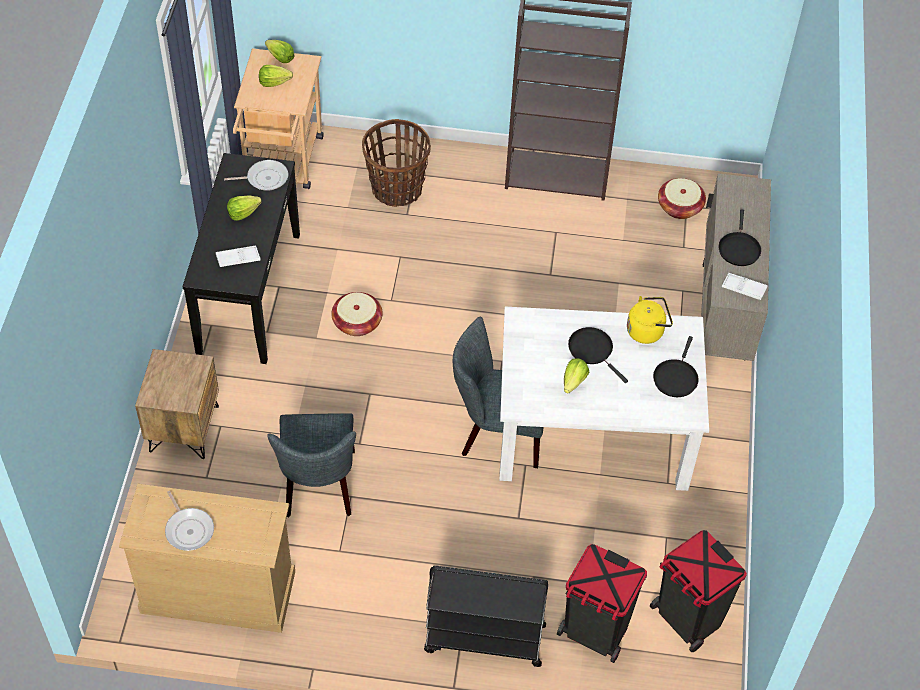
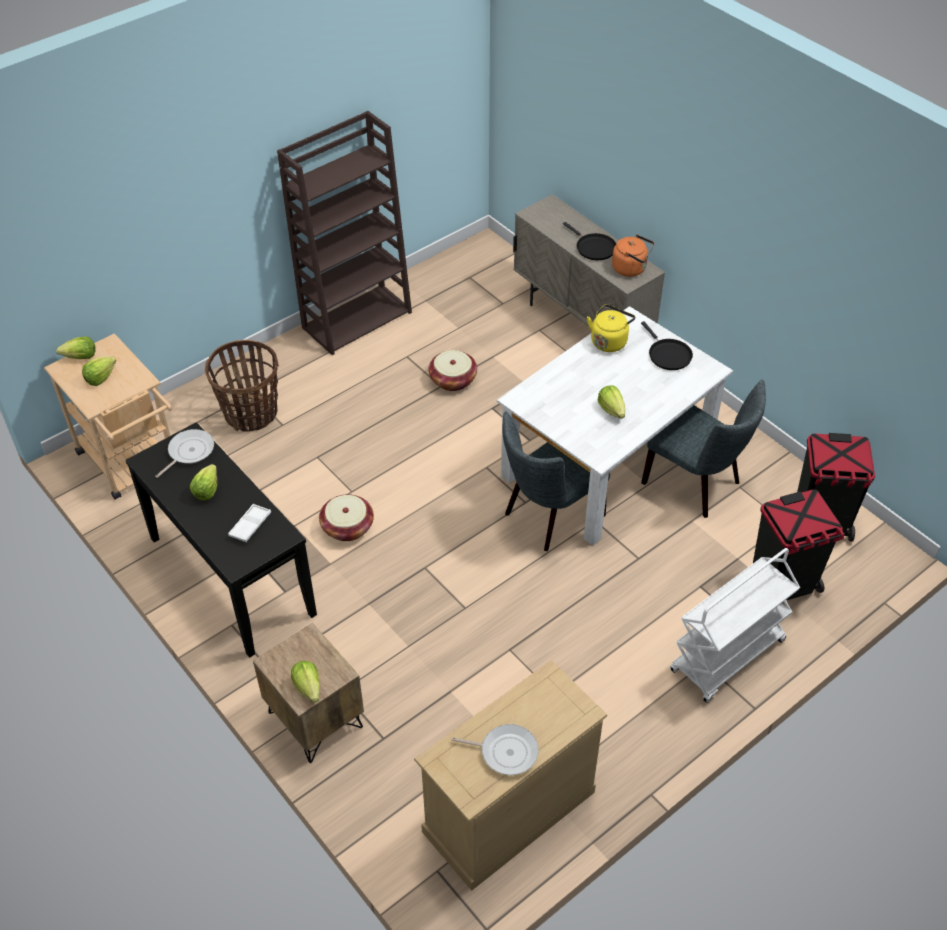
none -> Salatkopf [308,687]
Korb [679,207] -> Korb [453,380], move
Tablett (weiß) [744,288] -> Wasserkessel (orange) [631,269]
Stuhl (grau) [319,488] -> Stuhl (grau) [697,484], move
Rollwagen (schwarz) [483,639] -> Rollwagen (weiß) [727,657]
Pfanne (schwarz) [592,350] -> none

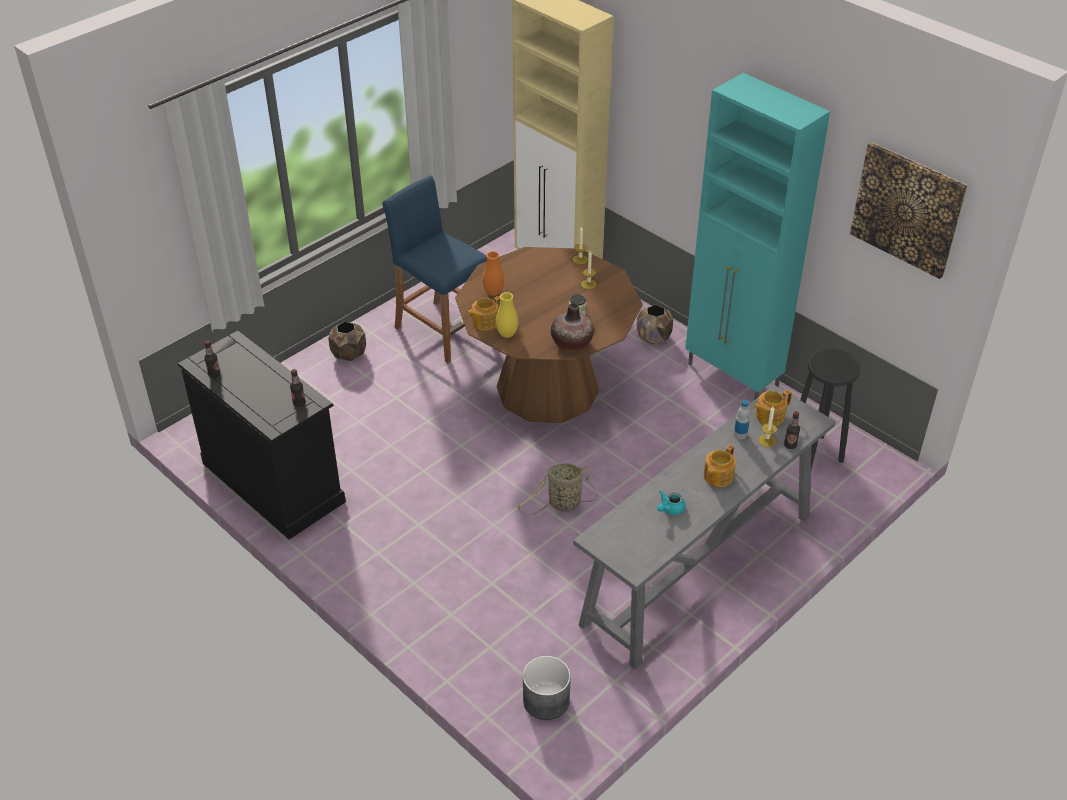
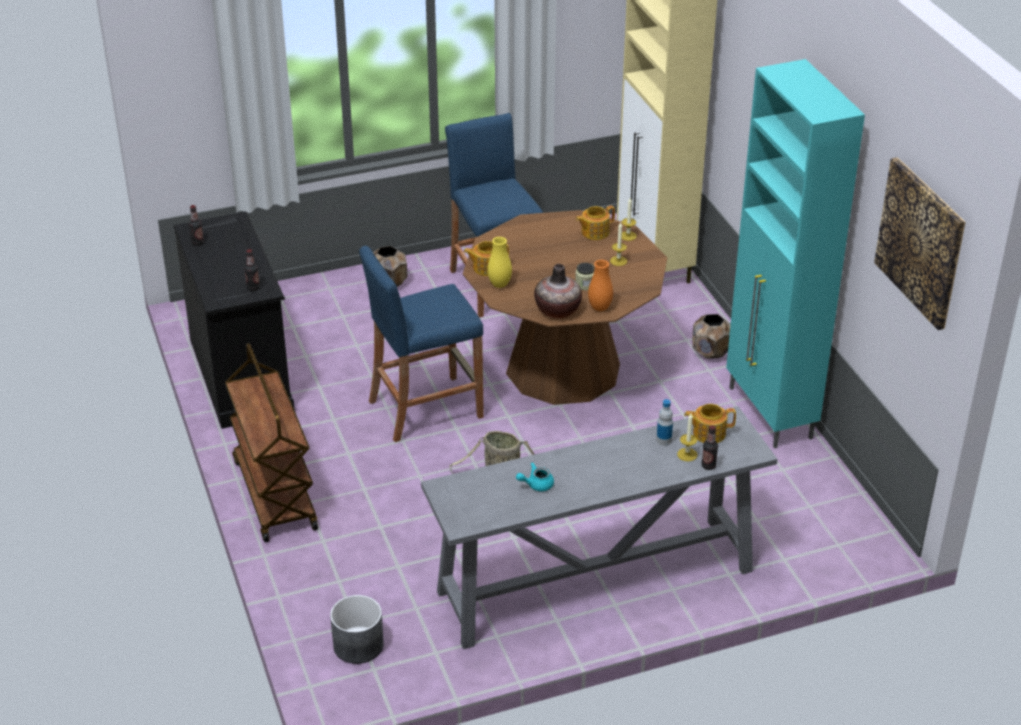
none -> Rollwagen (braun) [274,494]
none -> Hocker (blau) [425,408]
Teekanne [717,476] -> Teekanne [594,232], move
Vase (orange) [493,293] -> Vase (orange) [600,308], move
Hocker (schwarz) [815,453] -> none

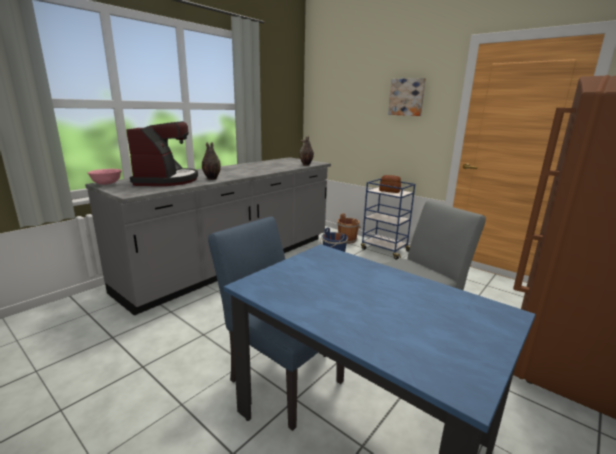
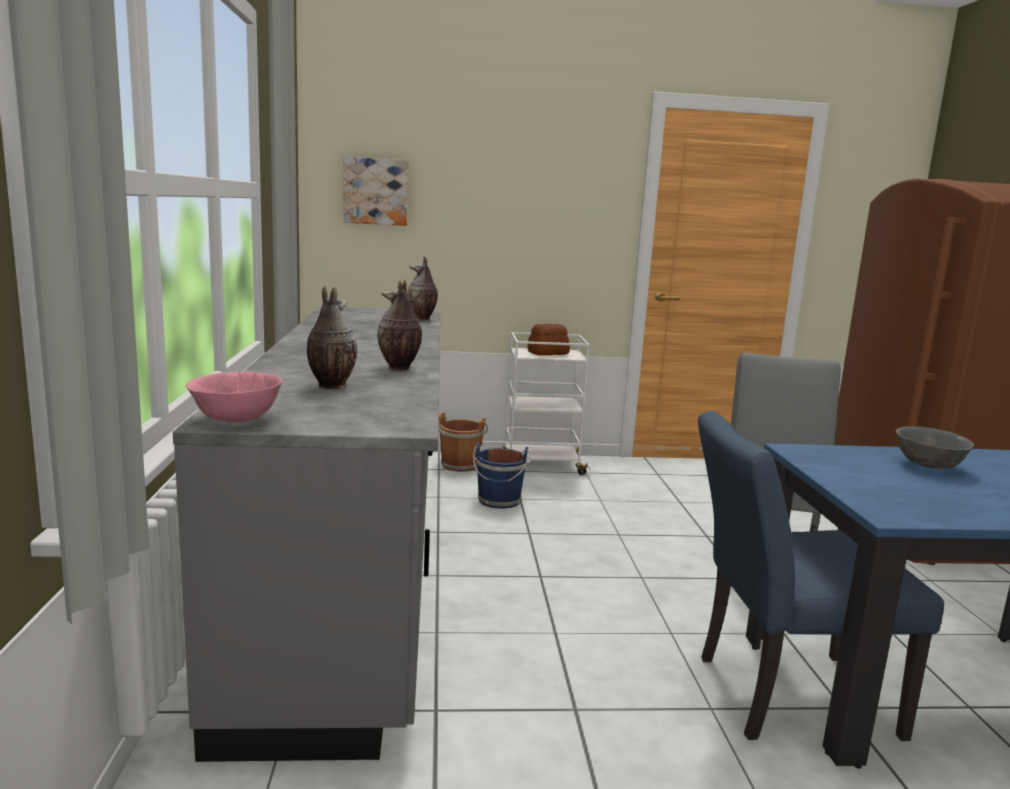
Kaffeemaschine [167,180] -> Vase [330,386]
Bild [407,97] -> Bild [376,191], move
Rollwagen (blau) [384,250] -> Rollwagen (weiß) [541,465]
none -> Schüssel (grau) [929,466]

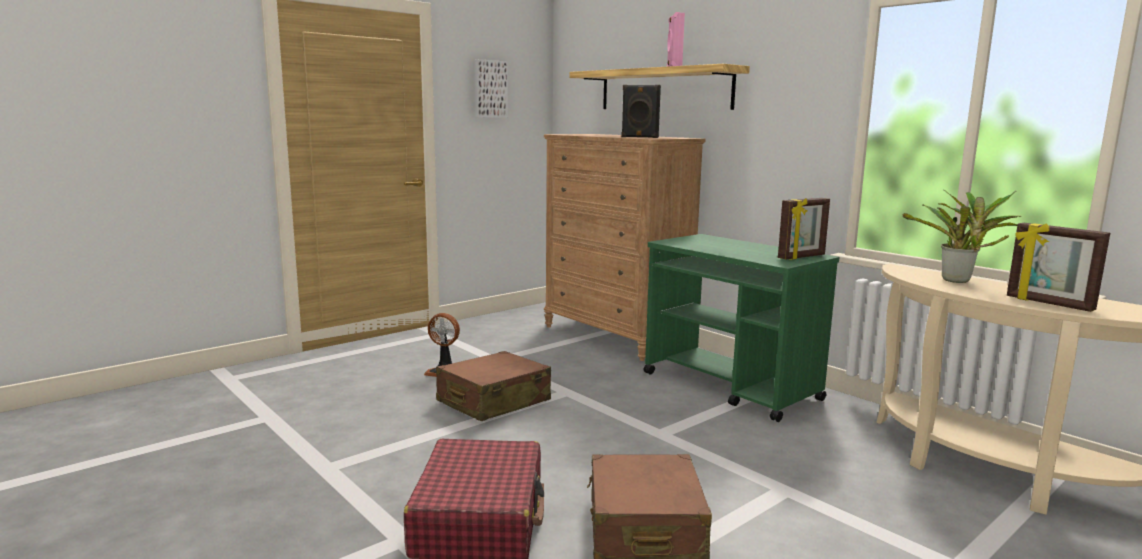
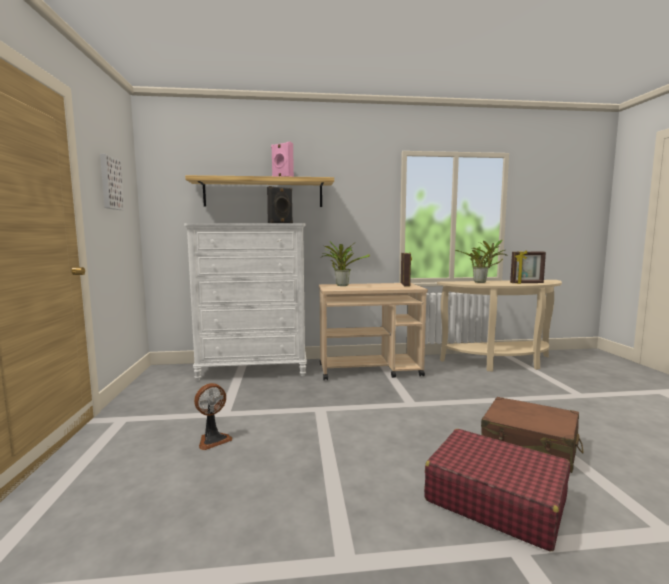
Kommode (braun) [615,336] -> Kommode (weiß) [253,369]
Rollwagen (grün) [731,387] -> Rollwagen (beige) [370,370]
none -> Topfpflanze [341,285]
Koffer (braun) [493,402] -> none

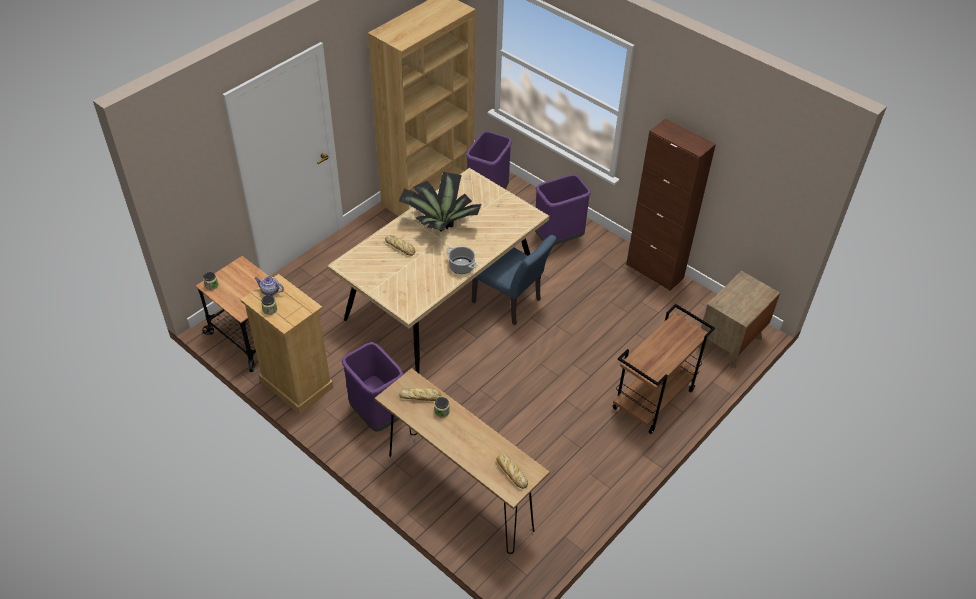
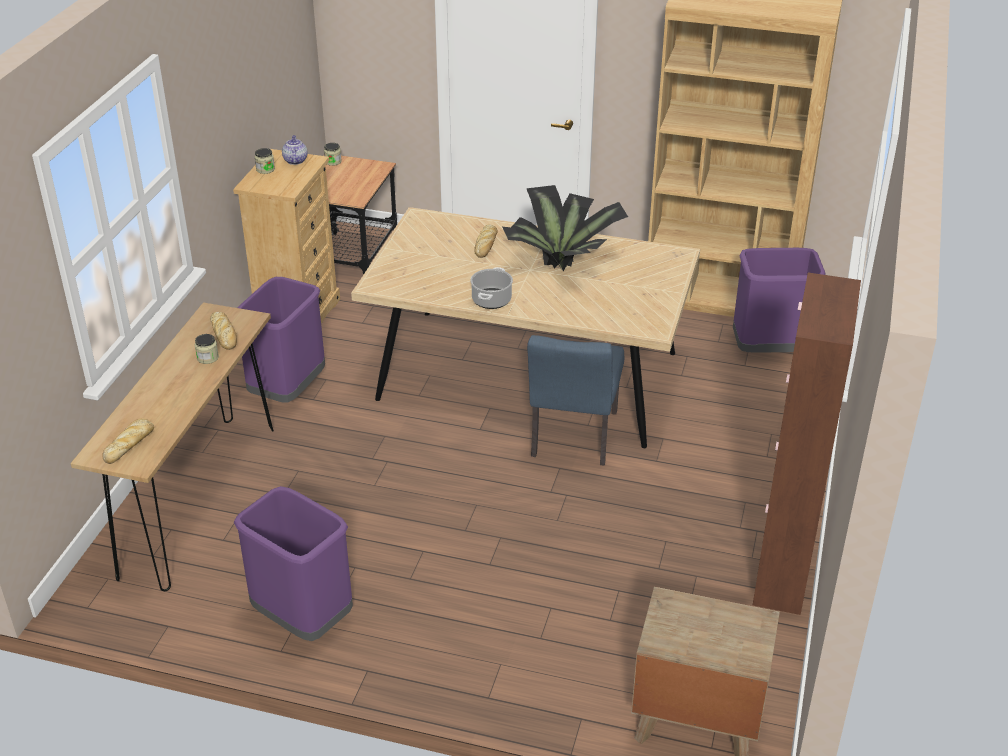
Mülleimer (lila) [558,238] -> Mülleimer (lila) [302,618], move
Rollwagen (braun) [653,400] -> none

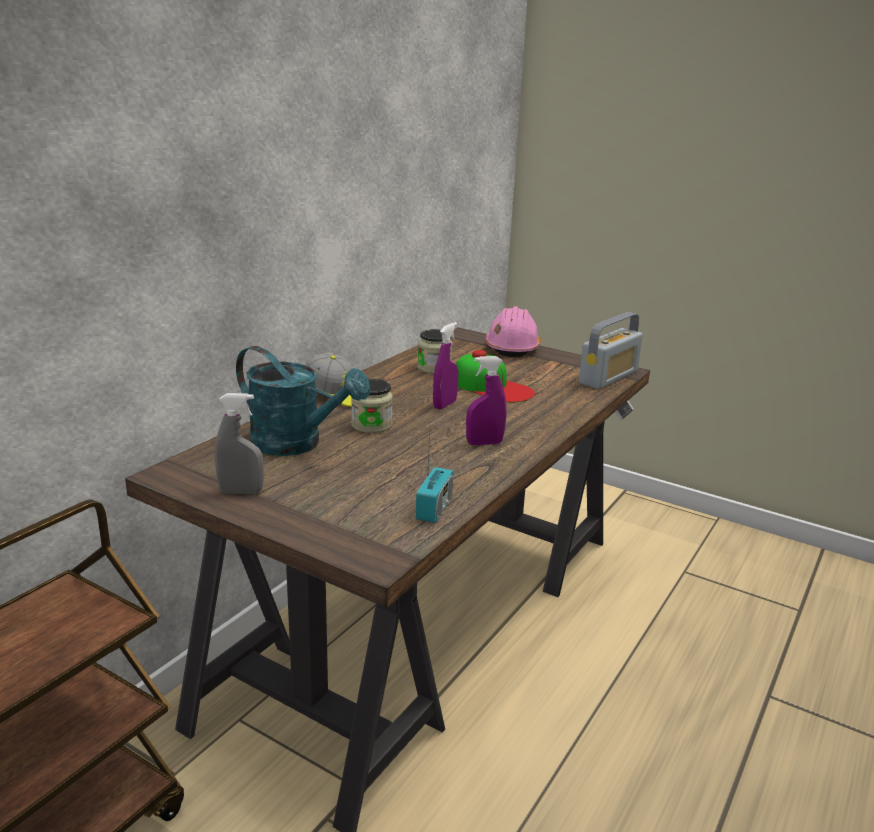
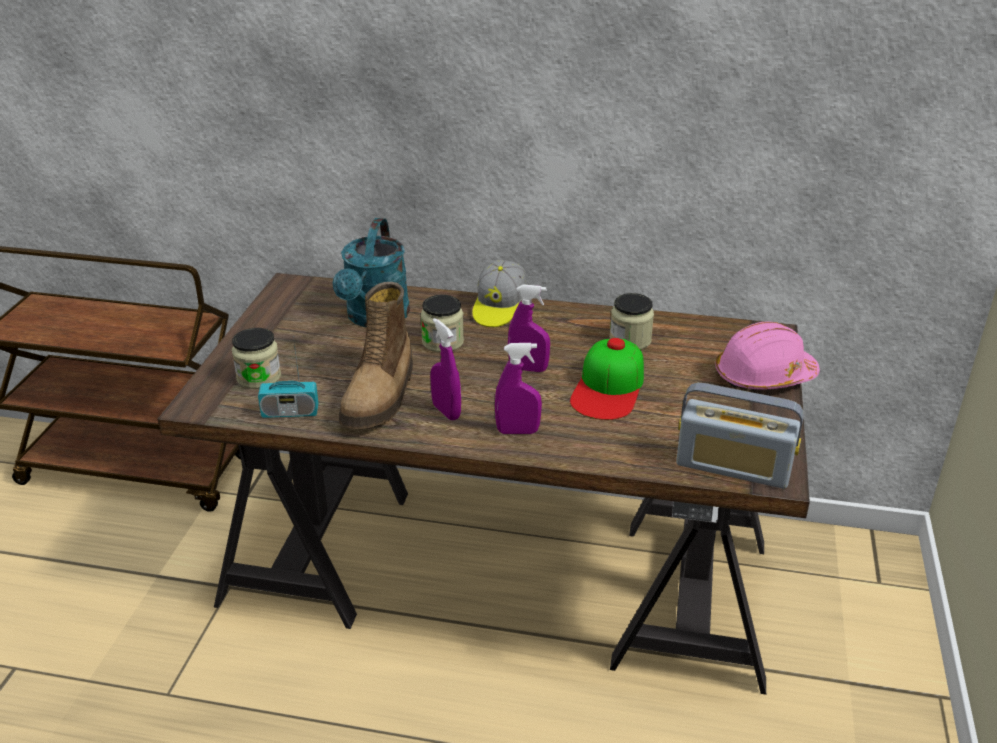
none -> Vorratsglas [259,377]
none -> Stiefel [381,396]
none -> Sprühflasche (lila) [517,431]
Sprühflasche (grau) [241,492] -> none

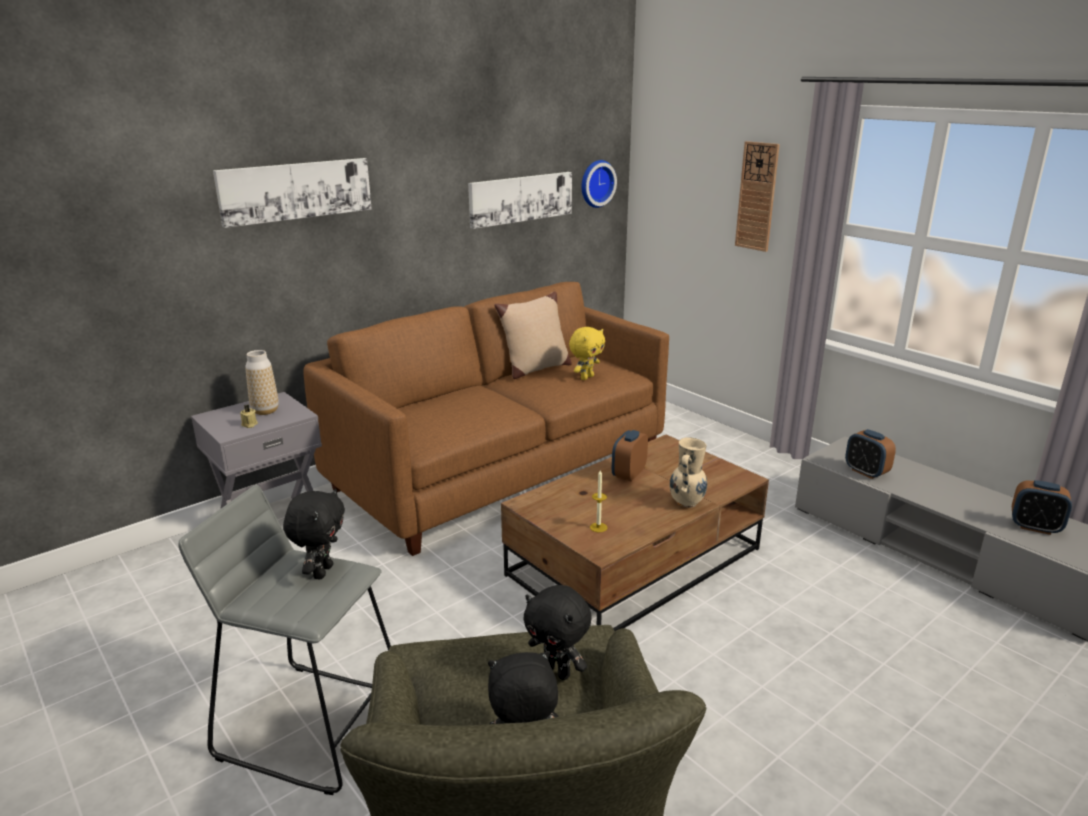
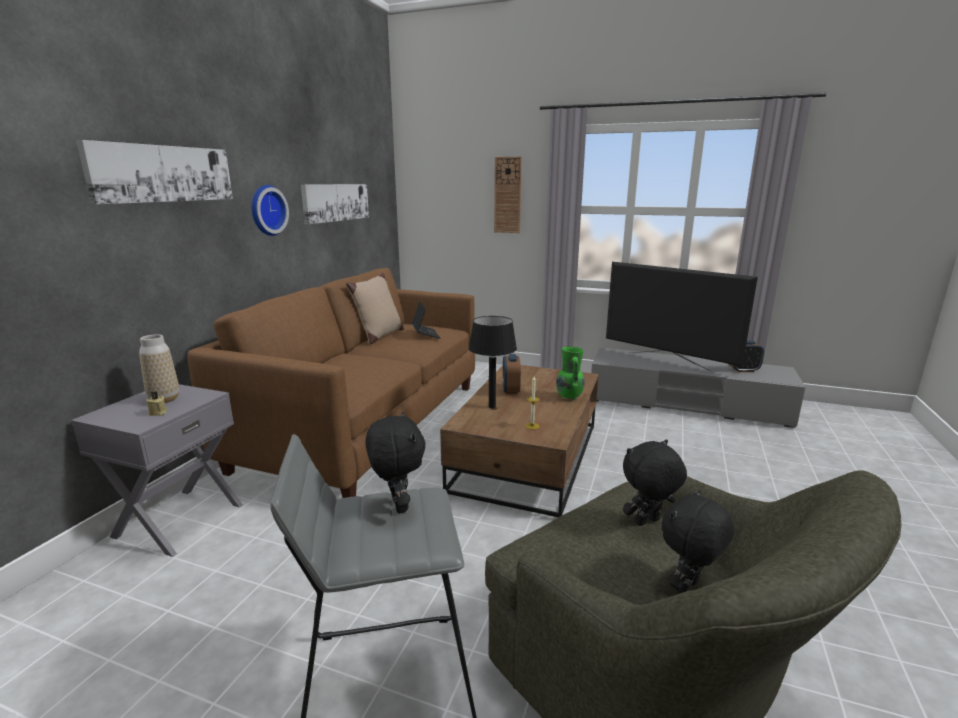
Wanduhr [595,183] -> Wanduhr [266,210], move
Plüschtier (gelb) [586,377] -> Laptop [425,334]
none -> Tischlampe (schwarz) [491,406]
Vase (beige) [687,502] -> Vase (grün) [569,397]
none -> Fernseher [667,361]
Plüschtier (schwarz) [557,672] -> Plüschtier (schwarz) [647,522], 150 degrees clockwise
Wecker [866,472] -> none

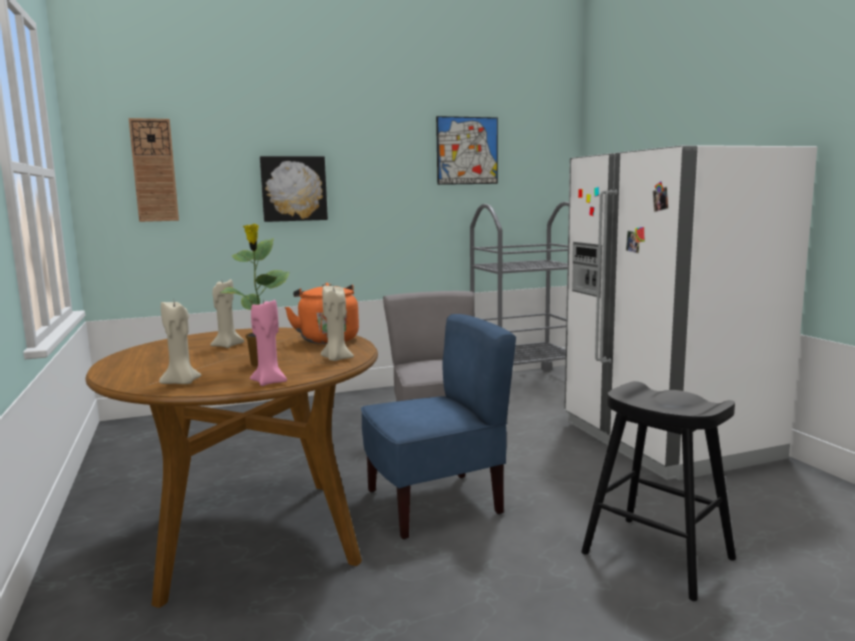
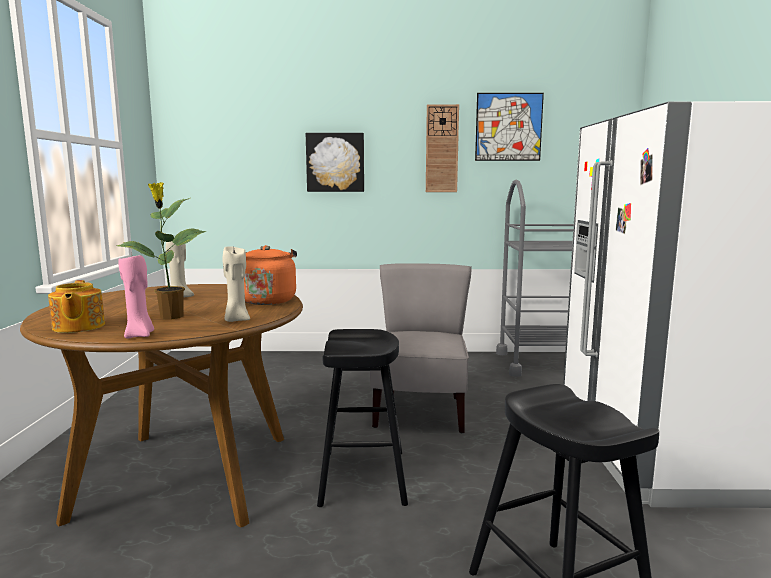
Kerze (beige) [182,383] -> Teekanne [78,327]
Stuhl (blau) [434,503] -> Hocker (schwarz) [363,477]
Wanduhr [154,170] -> Wanduhr [442,149], move

